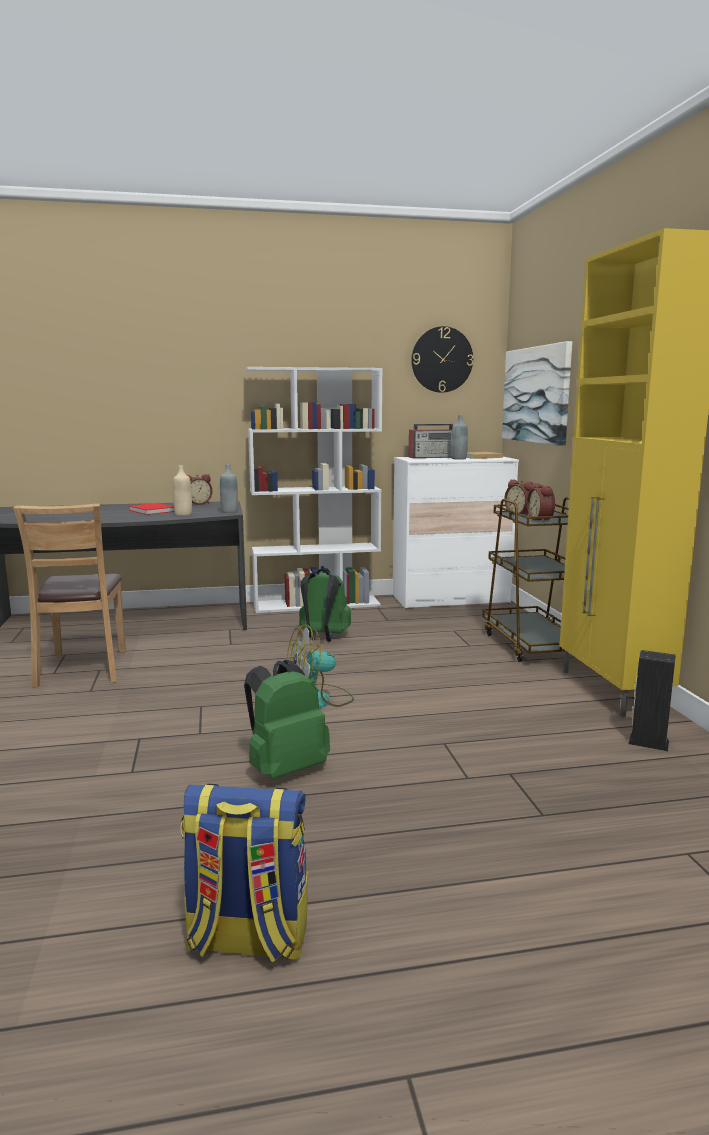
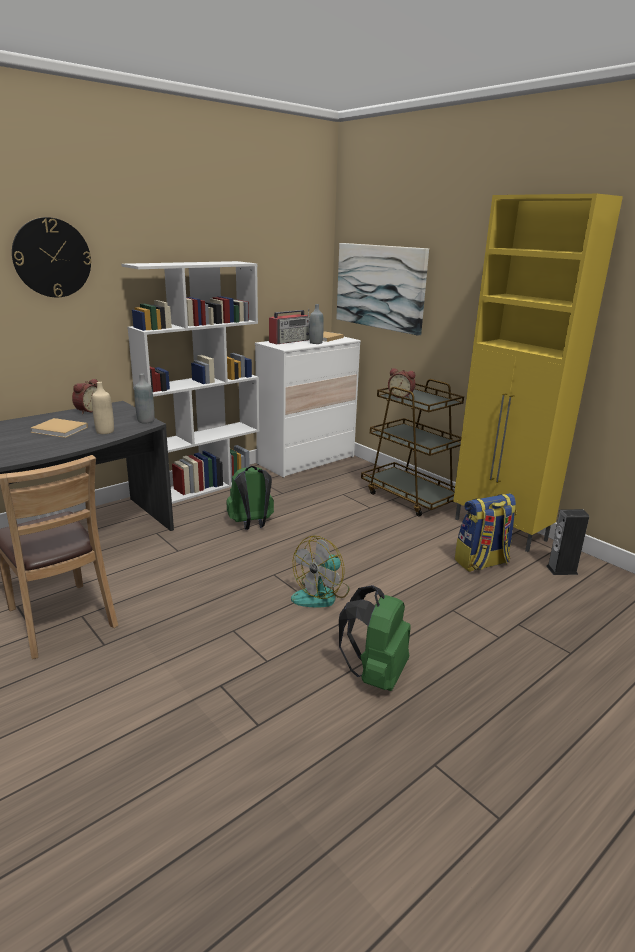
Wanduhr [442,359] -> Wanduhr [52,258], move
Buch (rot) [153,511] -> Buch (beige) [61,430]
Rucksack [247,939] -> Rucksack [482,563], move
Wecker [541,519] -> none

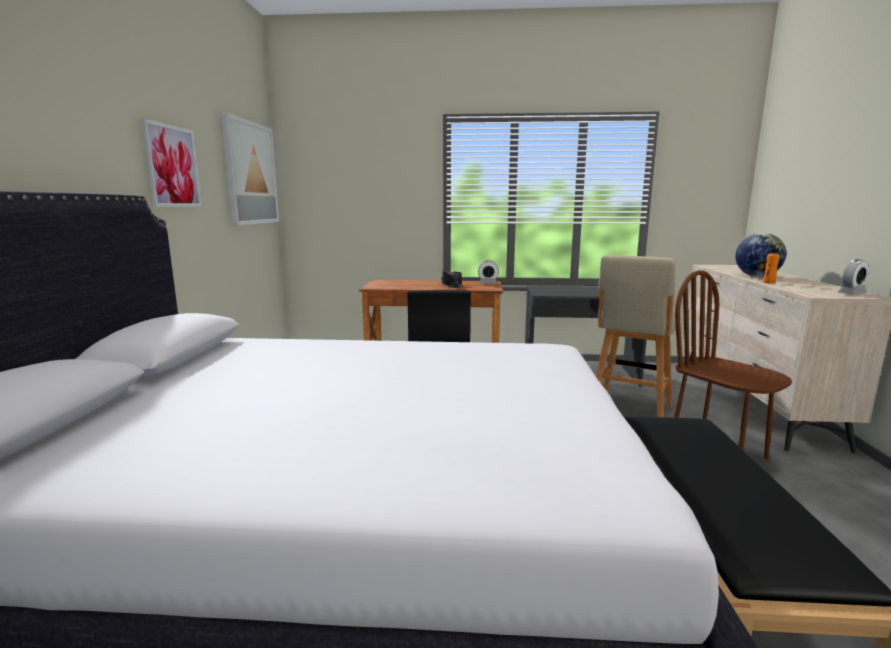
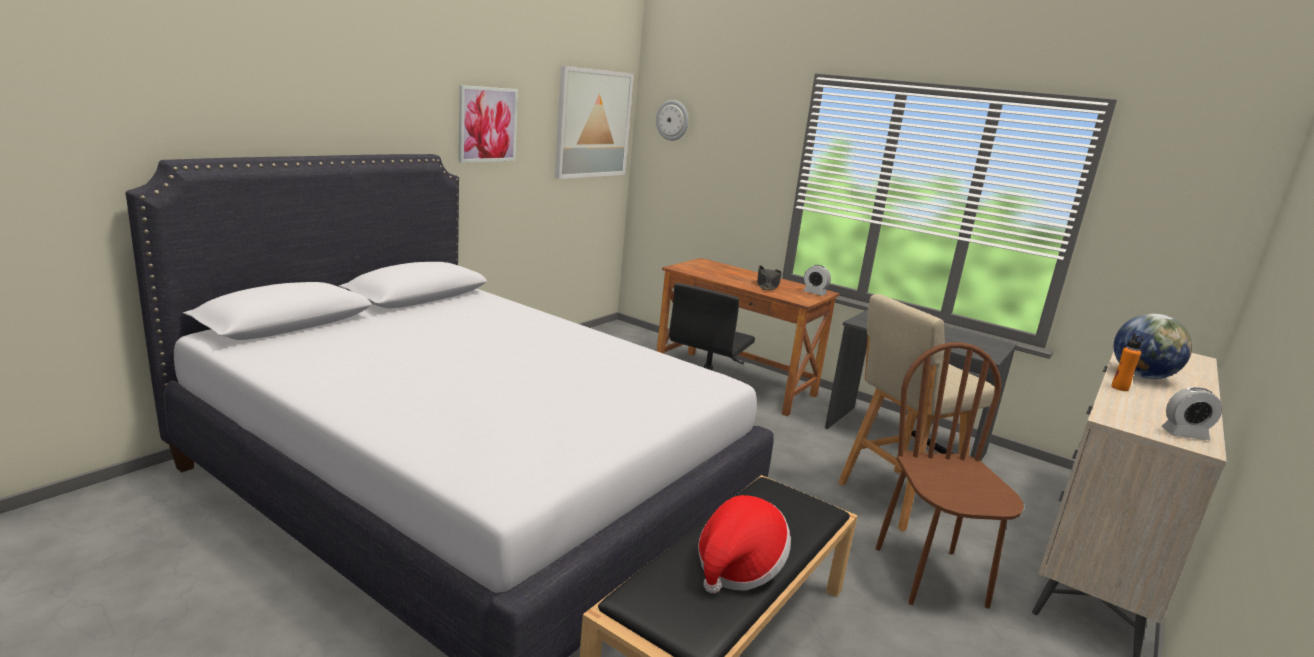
none -> Wanduhr [672,120]
none -> Hut [738,567]

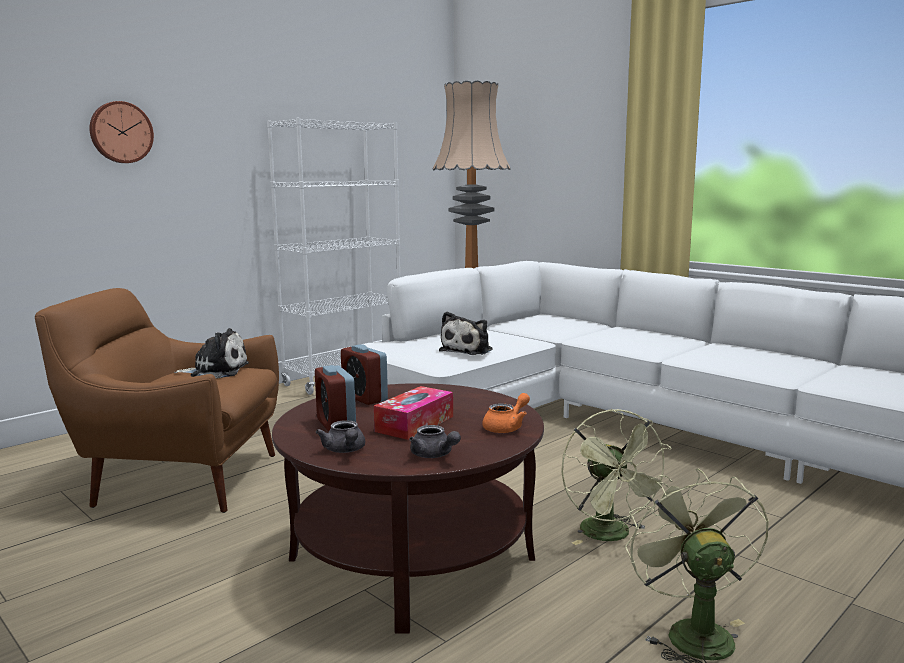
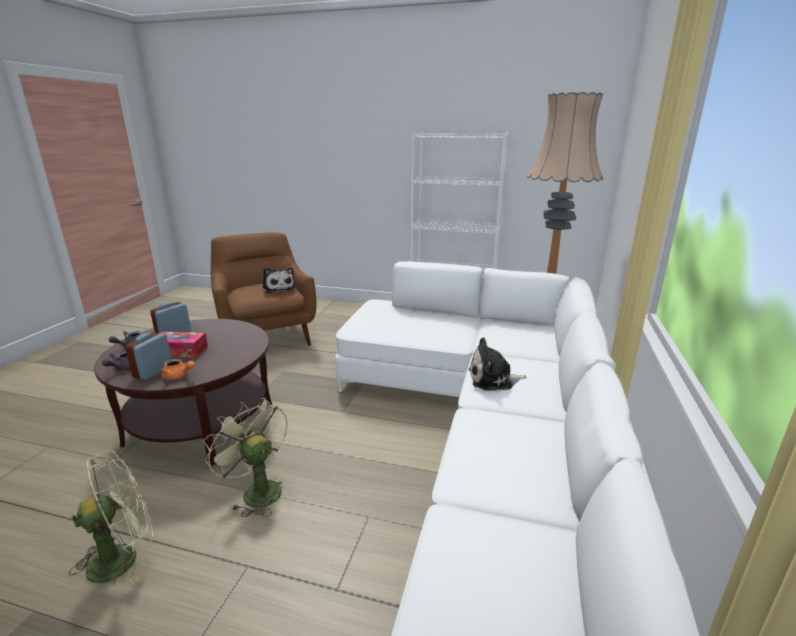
Wecker [364,398] -> Wecker [153,371], move
Ventilator (grün) [612,536] -> Ventilator (grün) [256,490], 90 degrees clockwise
Plüschtier [468,350] -> Plüschtier [493,379], move
Wanduhr [120,132] -> none

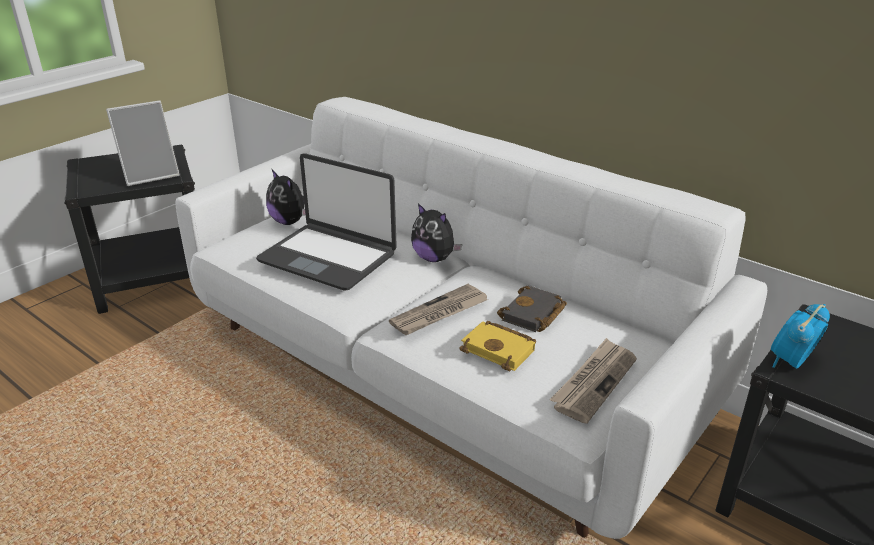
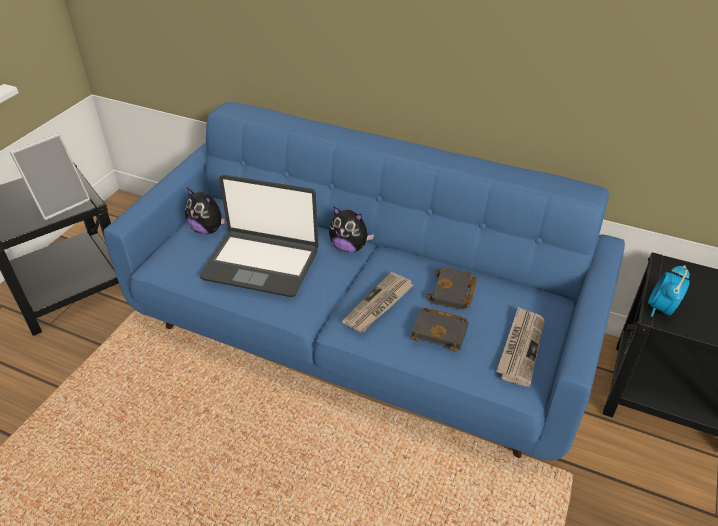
Sofa (weiß) [439,370] -> Sofa (blau) [360,334]
Buch (gelb) [500,350] -> Buch (schwarz) [441,331]

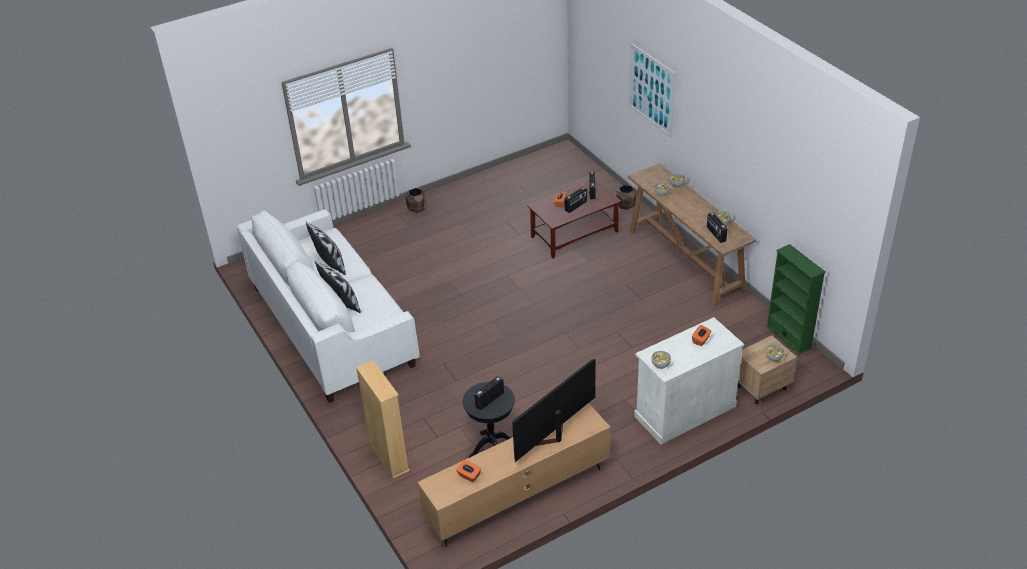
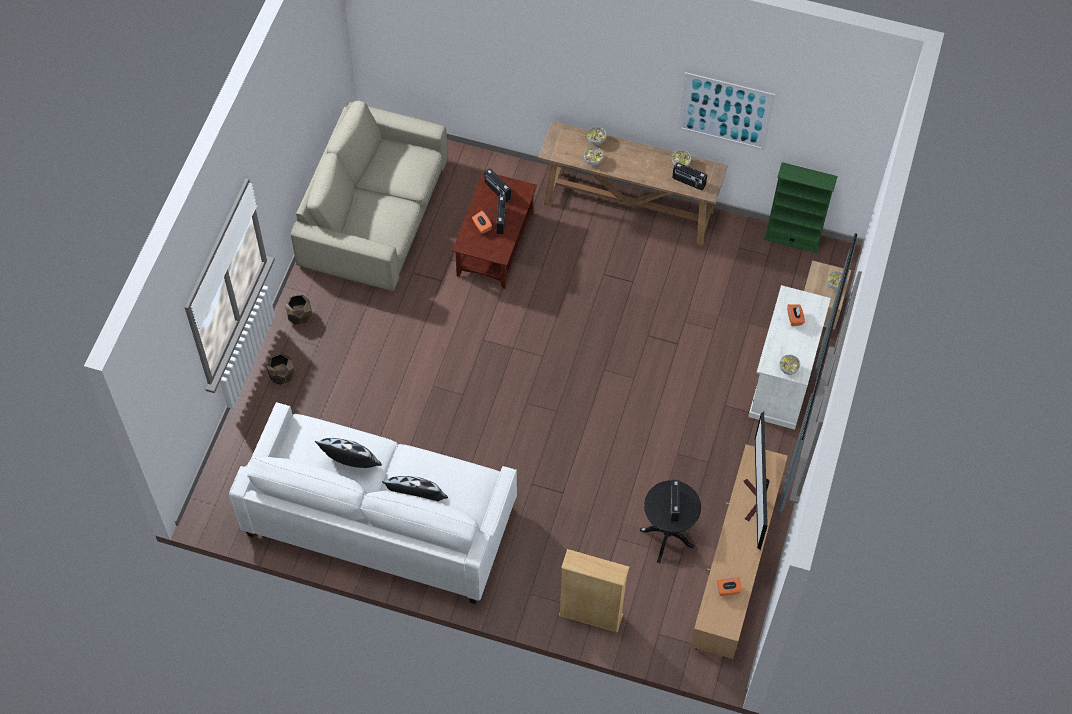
Pflanzkübel (braun) [625,205] -> Pflanzkübel (braun) [282,375], move
none -> Sofa (beige) [375,213]
Bild [651,90] -> Bild [725,111], move

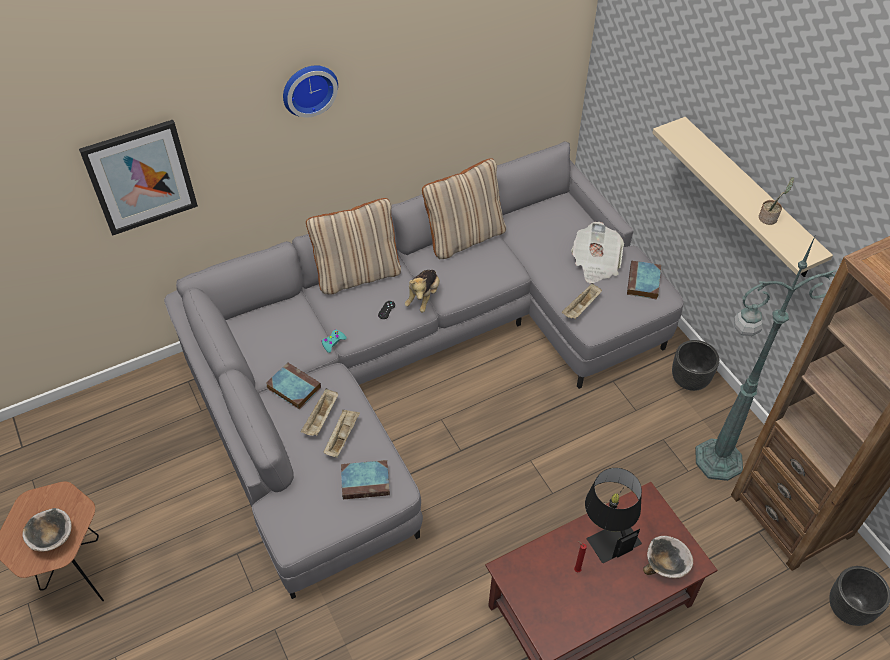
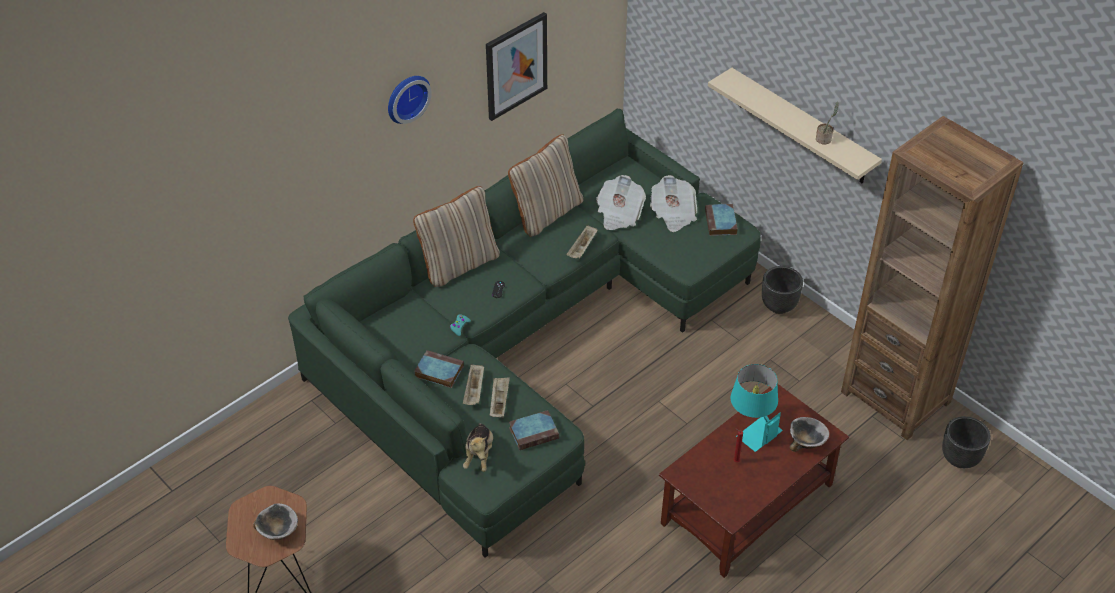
Sofa (grau) [415,361] -> Sofa (grün) [524,339]
Plüschtier [423,297] -> Plüschtier [479,455], move
Bild [140,177] -> Bild [516,66], move
Tablett (beige) [581,308] -> Tablett (beige) [582,248], move
none -> Zeitung [619,214]
Tischlampe (schwarz) [607,532] -> Tischlampe (türkis) [752,428]
Stehlampe (grün) [715,460] -> none

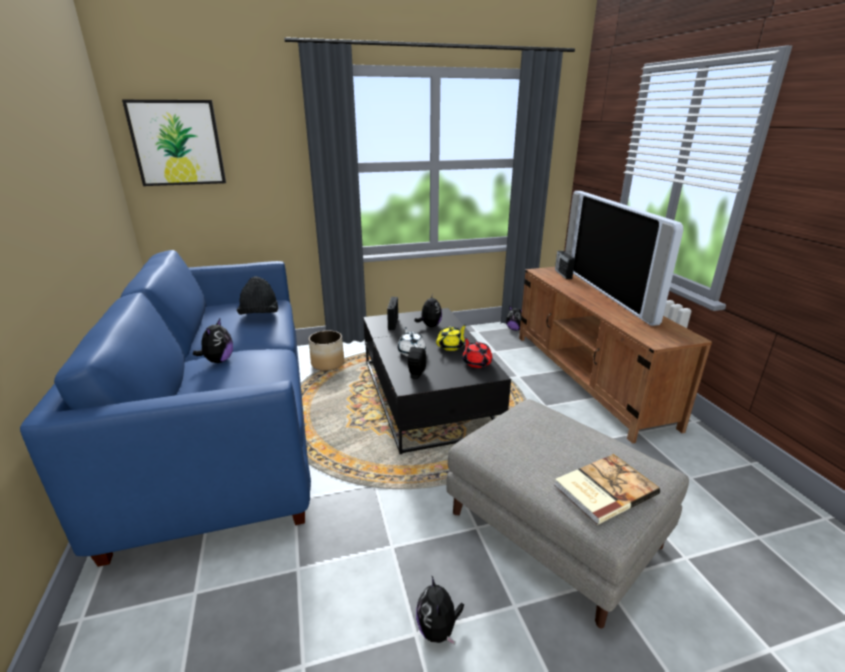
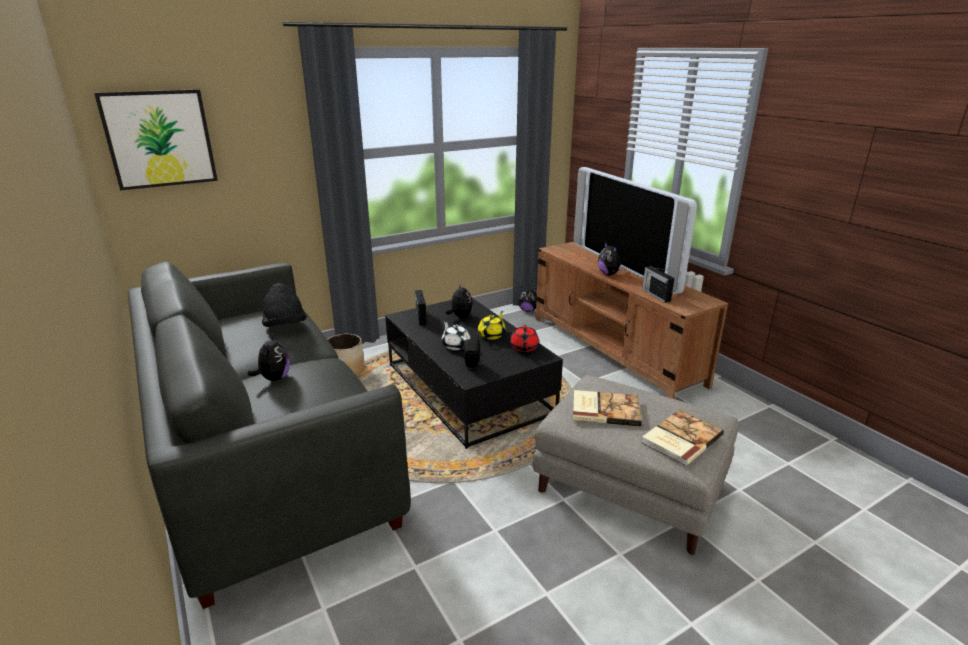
Sofa (blau) [224,430] -> Sofa (grau) [266,455]
Teekanne (rot) [476,362] -> Teekanne (rot) [524,348], 135 degrees counterclockwise
none -> Buch [604,409]
Plüschtier [438,629] -> Plüschtier [609,274], move
Radio [563,274] -> Radio [655,295], move

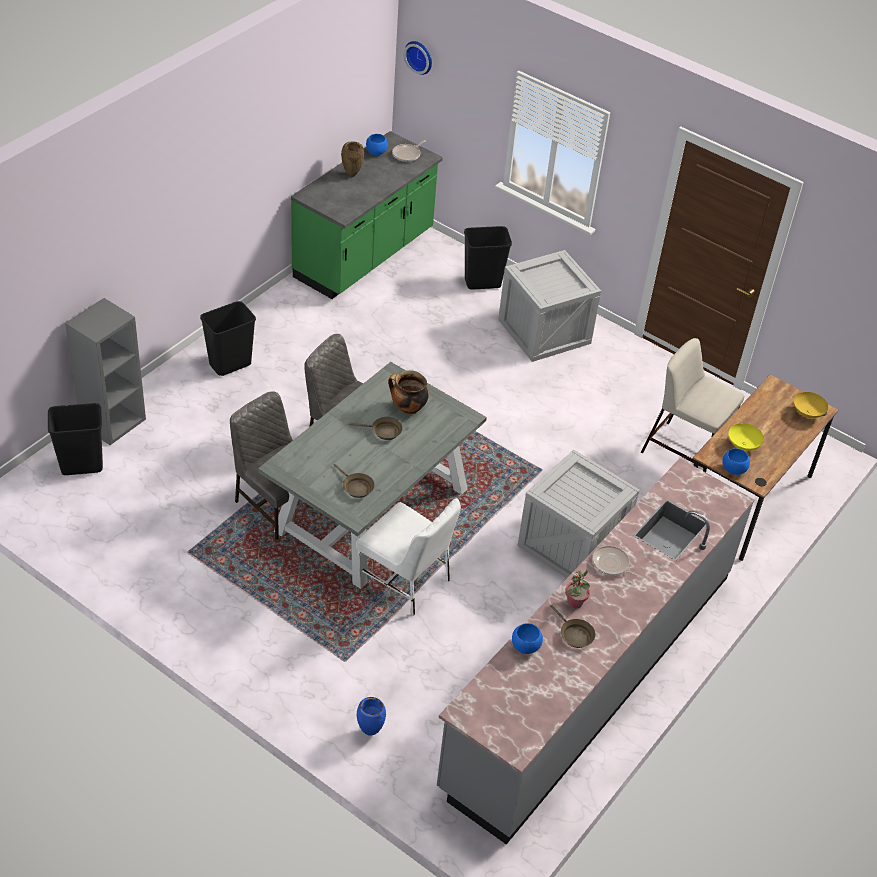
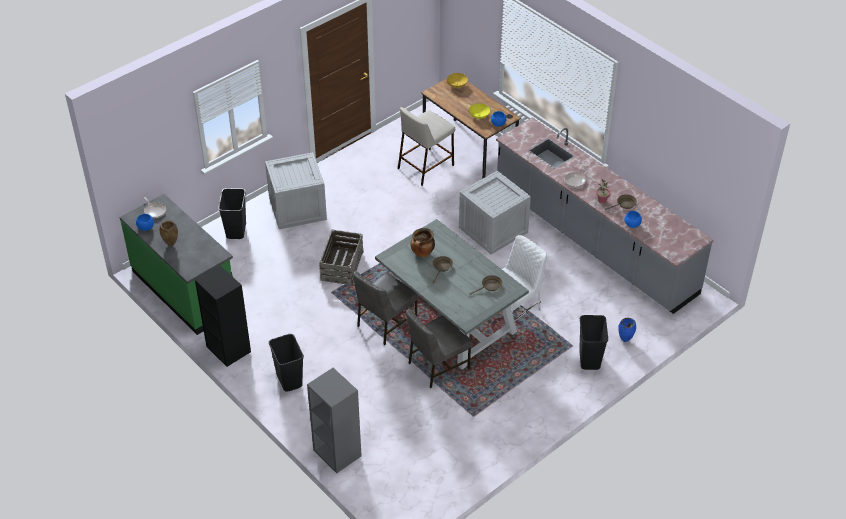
none -> Bücherregal (schwarz) [228,349]
none -> Kiste [341,265]
Mülleimer (schwarz) [81,466] -> Mülleimer (schwarz) [590,360], move
Wanduhr [420,56] -> none

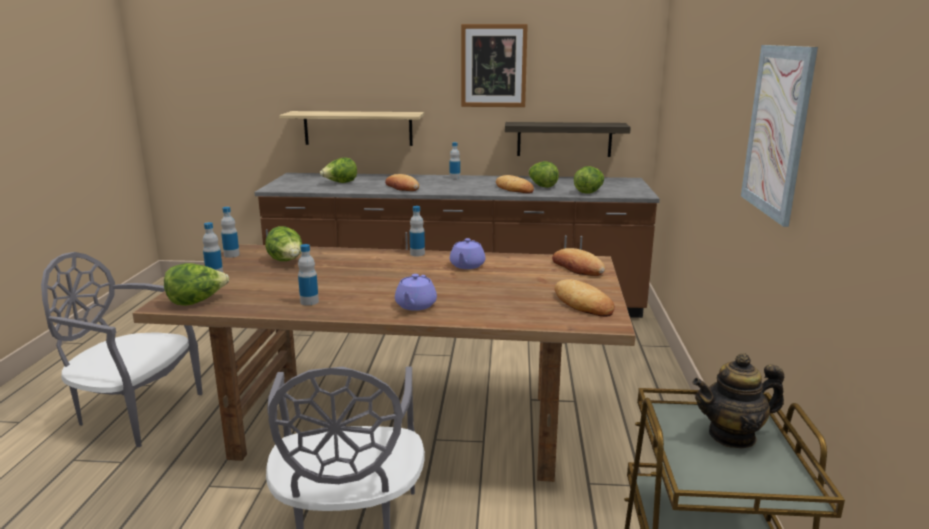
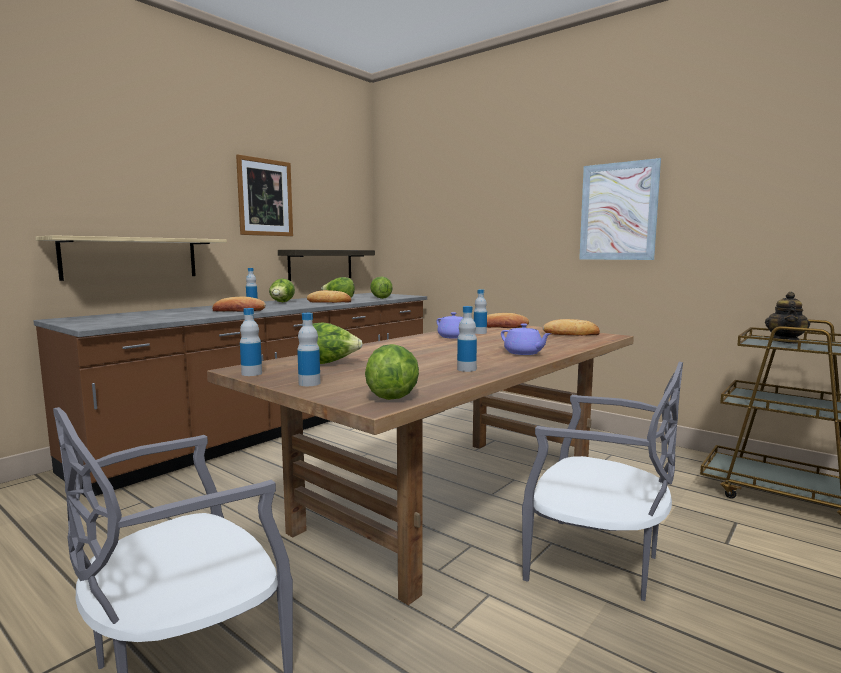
Salatkopf [340,183] -> Salatkopf [282,302], move
Flasche [417,254] -> Flasche [480,332], move

